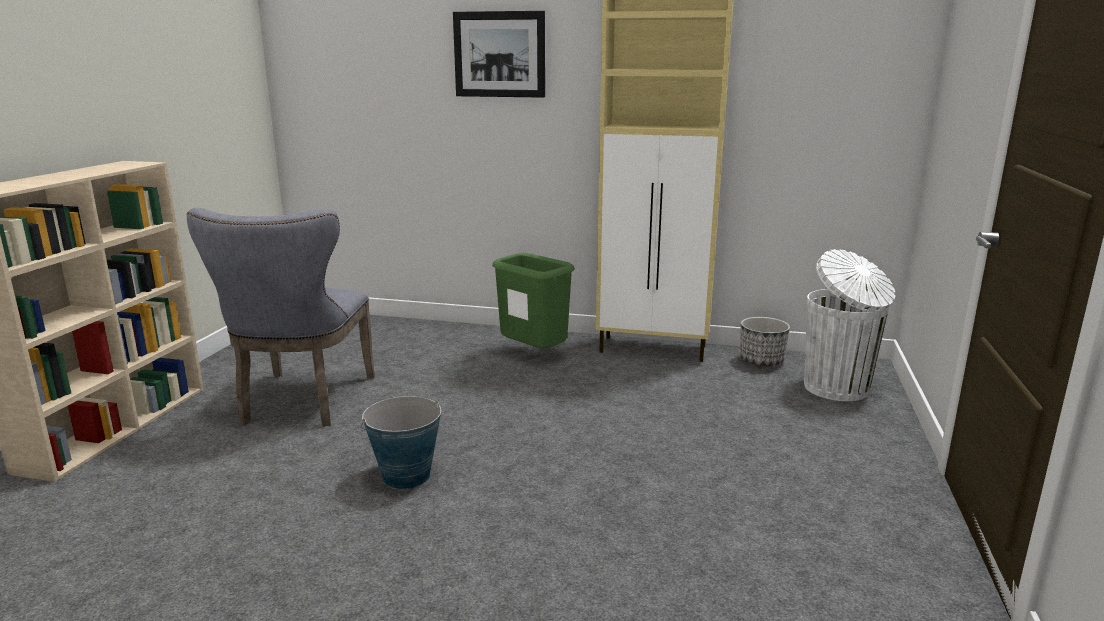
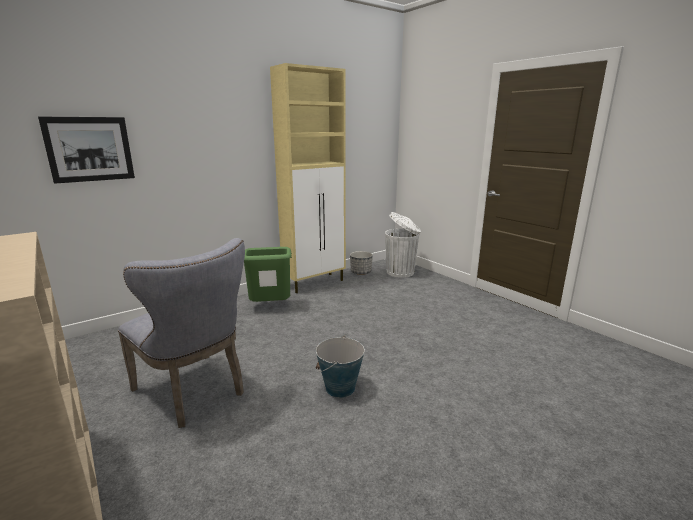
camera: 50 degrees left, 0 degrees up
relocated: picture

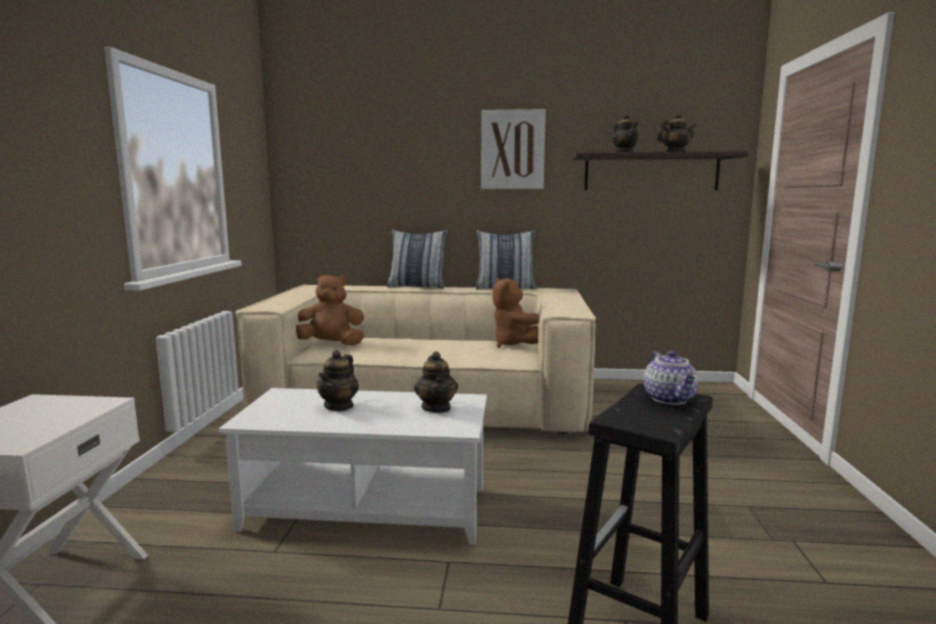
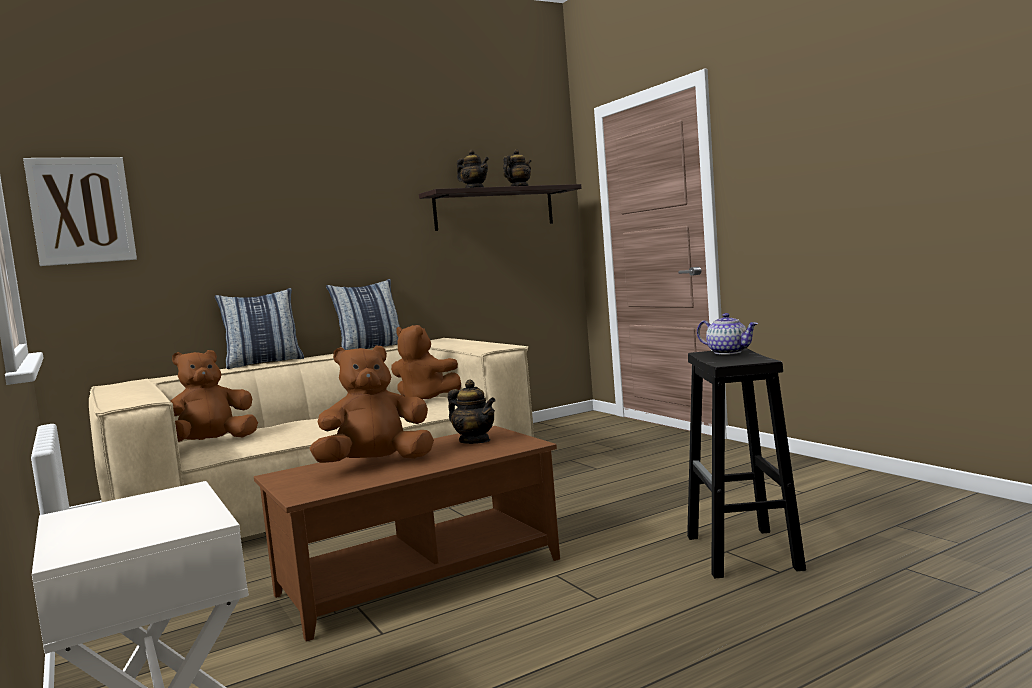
camera: 35 degrees left, 5 degrees down
relocated: picture
exchanged: teapot (no. 1 from left) to brown plush toy (no. 2 from left)
colour: white coffee table to brown coffee table

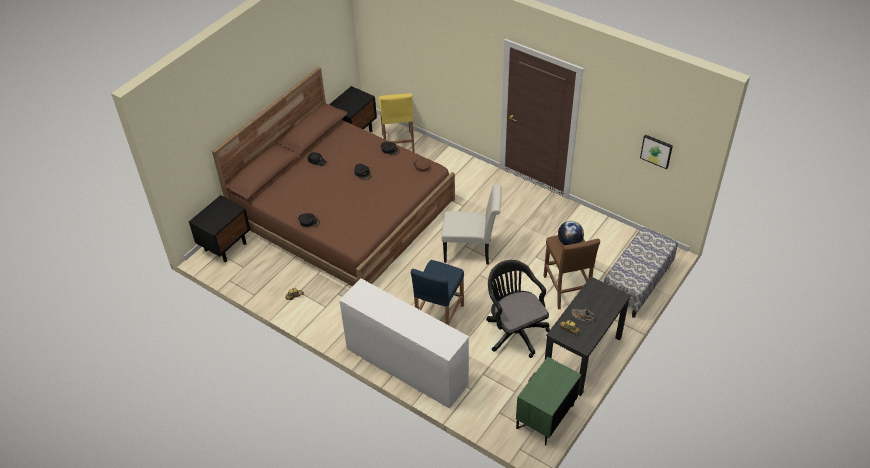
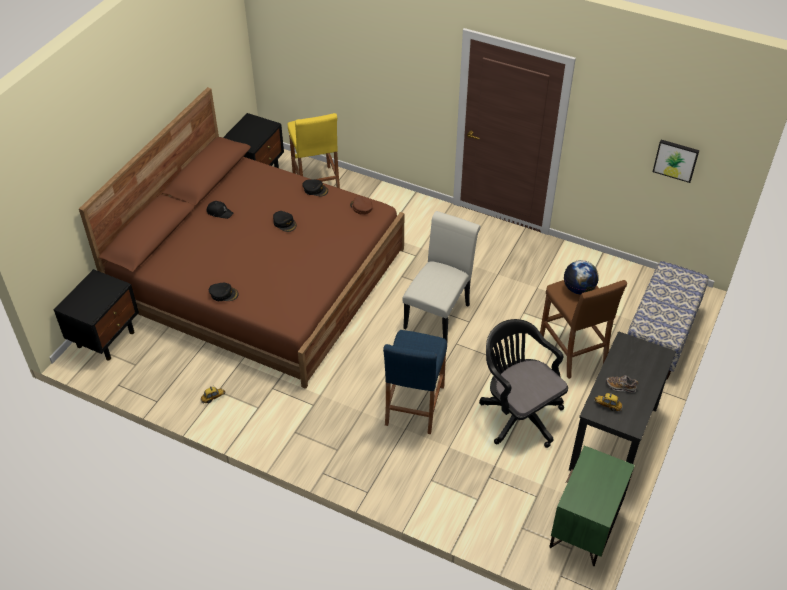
camera: 10 degrees left, 0 degrees up
missing: white dresser
spun: white chair 60 degrees counterclockwise

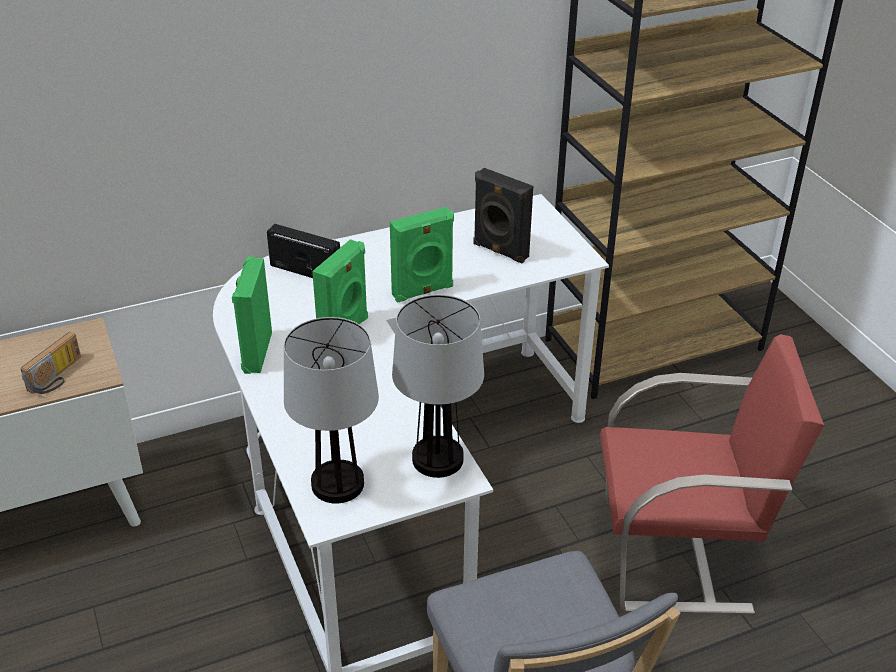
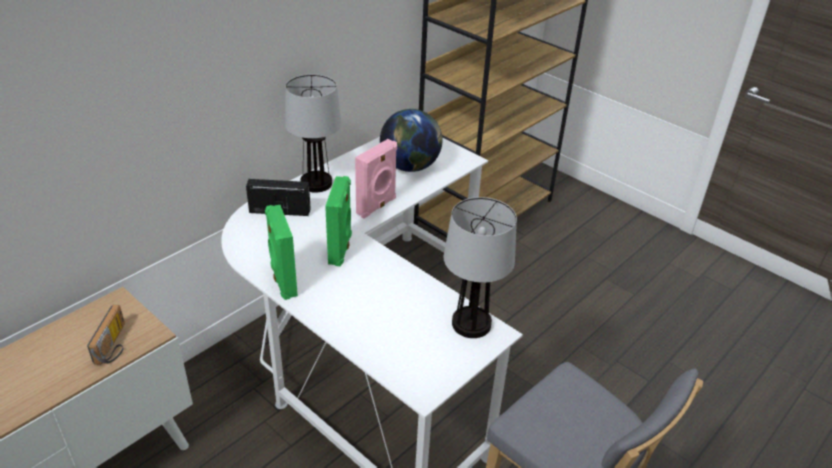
camera: 25 degrees left, 0 degrees up
missing: red chair
relocated: table lamp (no. 1 from left)
exchanged: black speaker to globe
colour: green speaker (no. 3 from left) to pink speaker

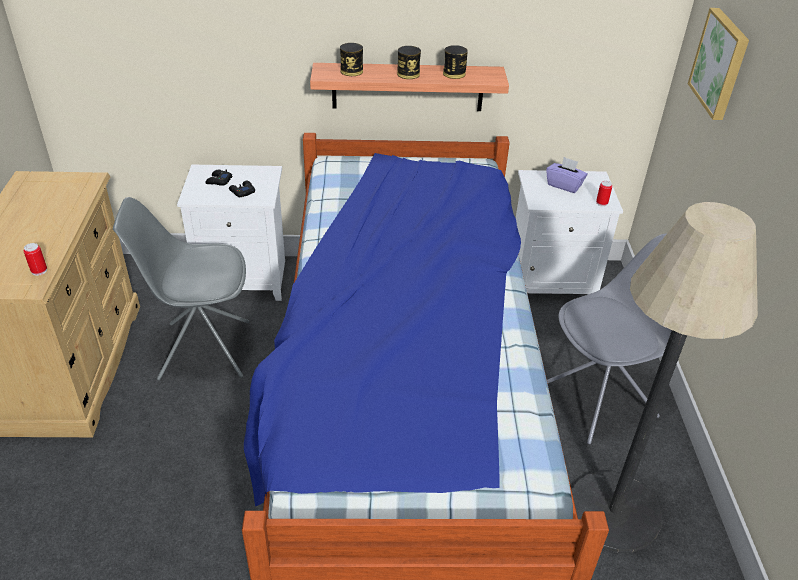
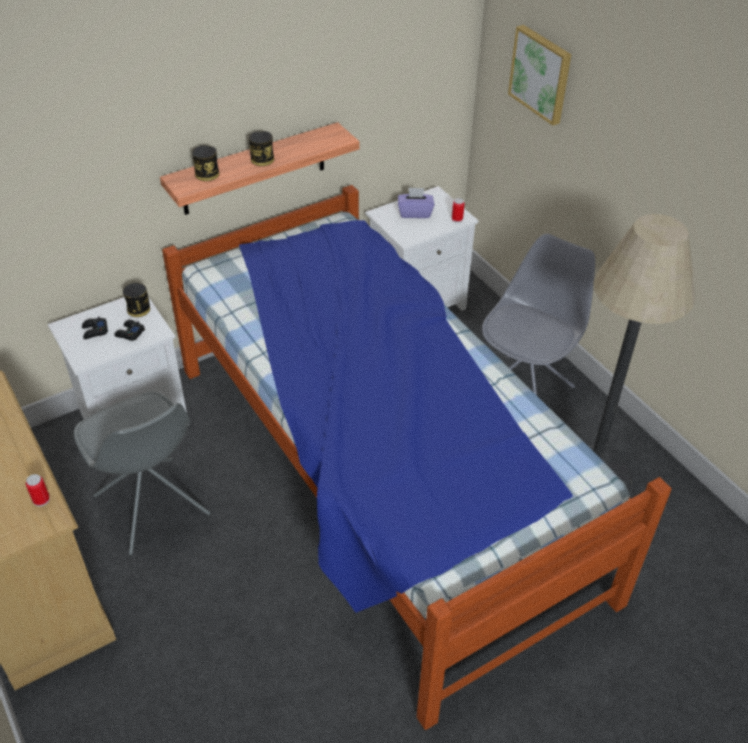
camera: 30 degrees left, 5 degrees up
relocated: can (no. 4 from left in the first image) to can (no. 2 from left)
spun: grey chair (no. 1 from left) 90 degrees counterclockwise

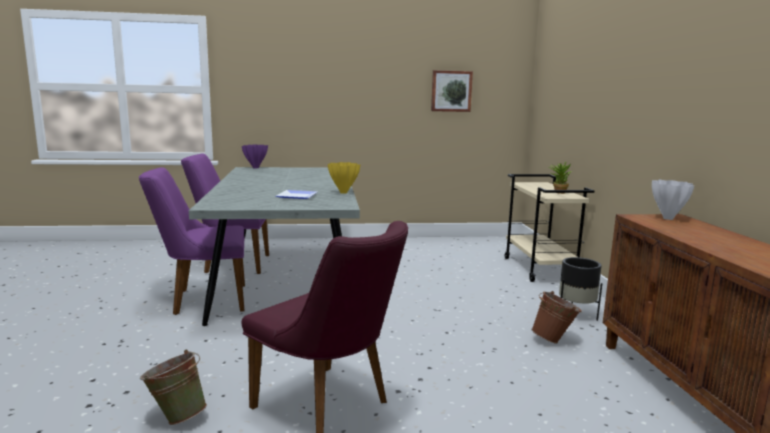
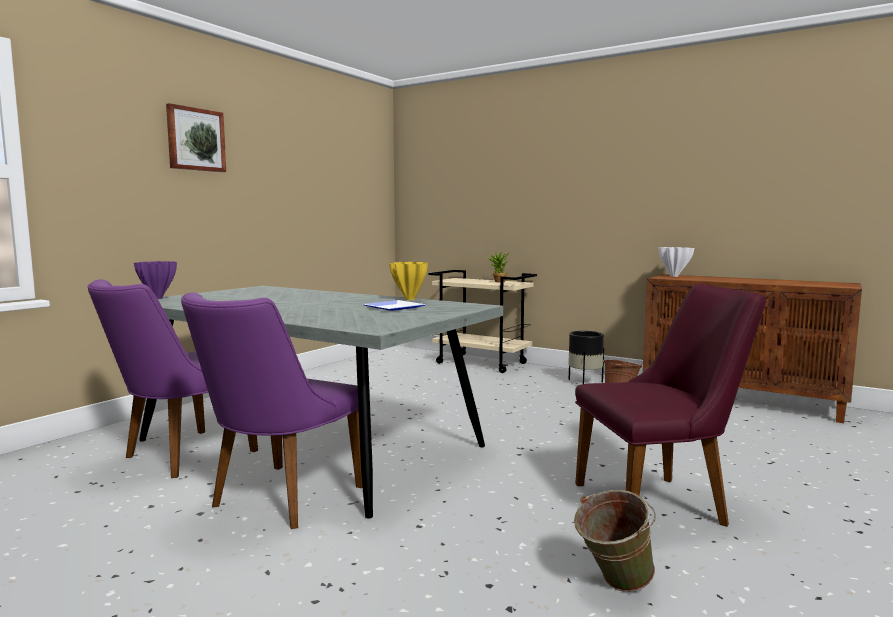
camera: 50 degrees left, 5 degrees down
relocated: picture

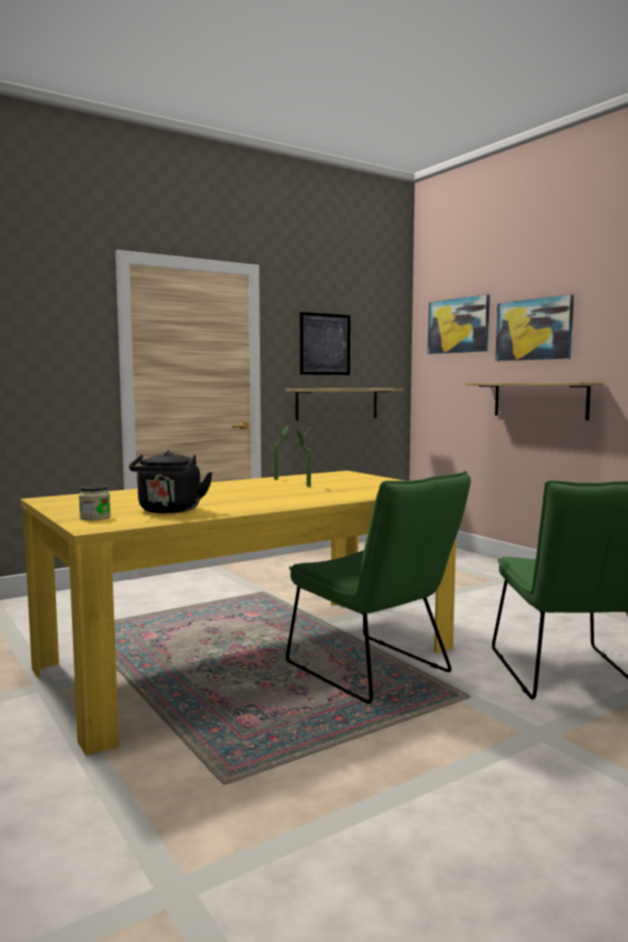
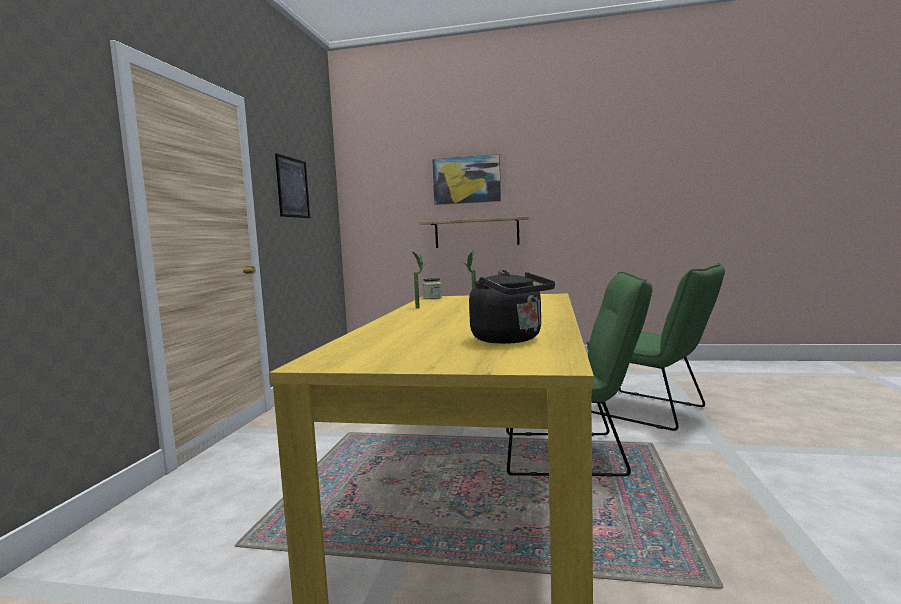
camera: 45 degrees left, 0 degrees up
missing: shelf (no. 1 from left); picture (no. 2 from left)
relocated: jar

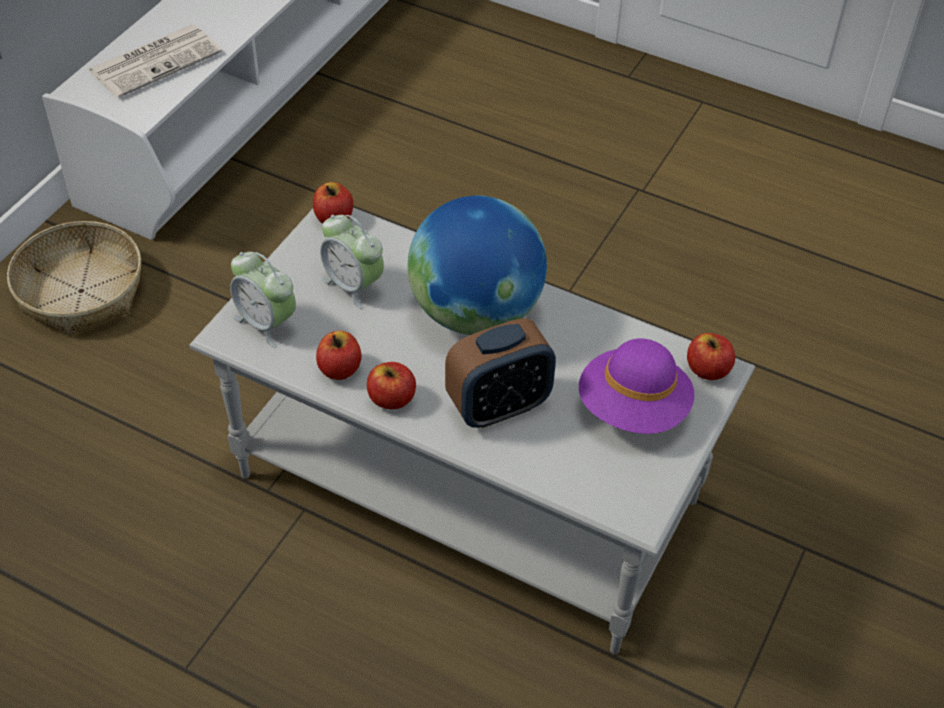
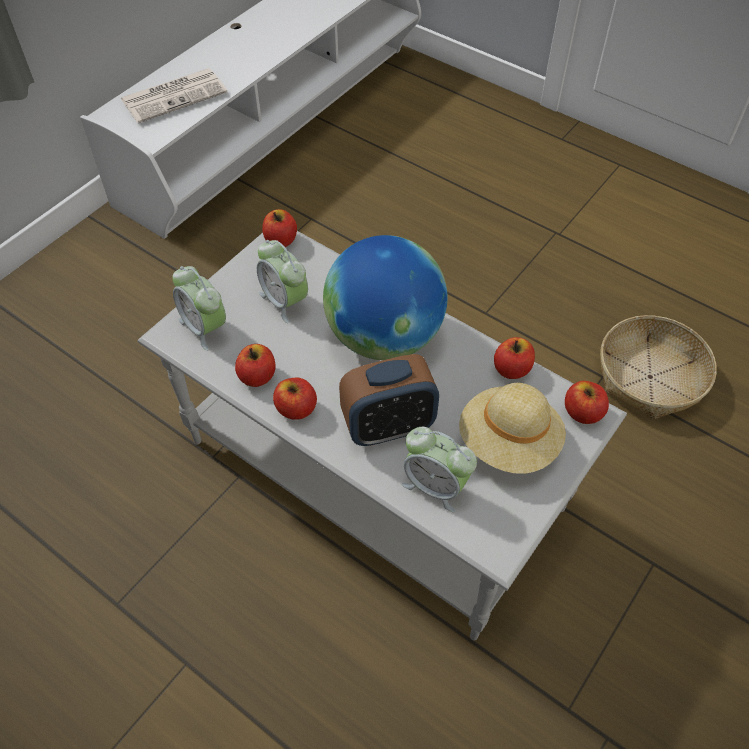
camera: 10 degrees right, 5 degrees up
appeared: alarm clock (no. 4 from left); apple (no. 4 from left)
relocated: basket
colour: purple hat to beige hat

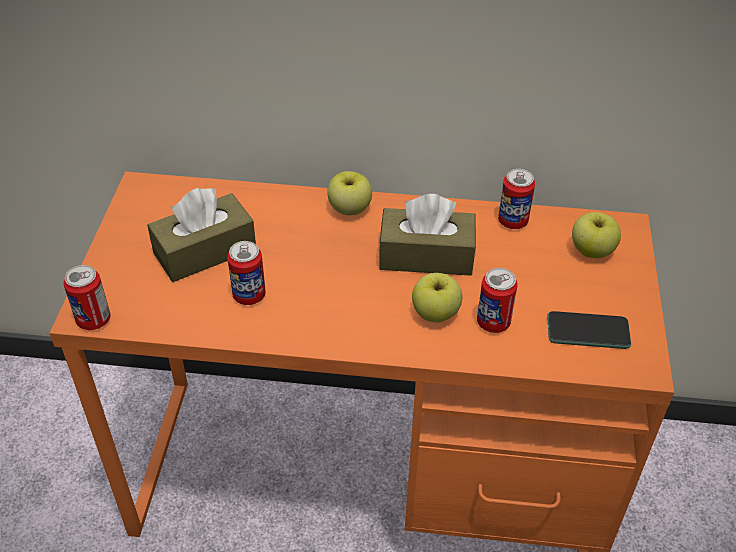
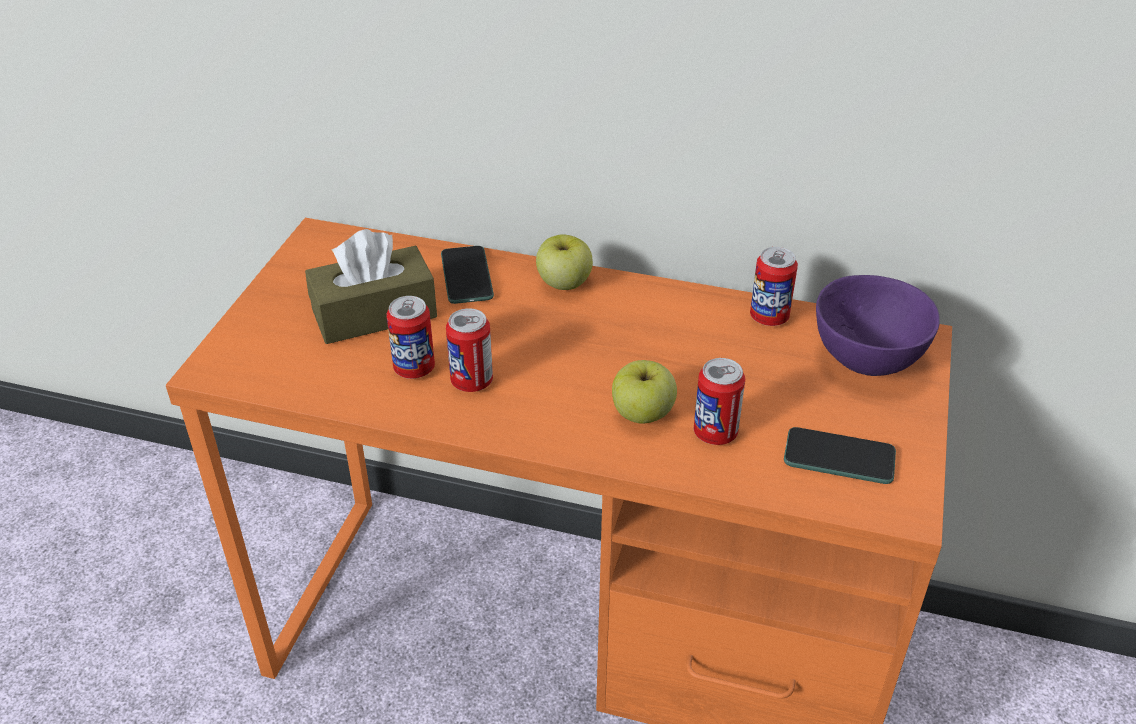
camera: 10 degrees right, 5 degrees down
missing: brown tissue box (no. 2 from left)
appeared: phone (no. 1 from left)
relocated: can (no. 1 from left in the first image) to can (no. 2 from left)
exchanged: apple (no. 3 from left) to purple bowl

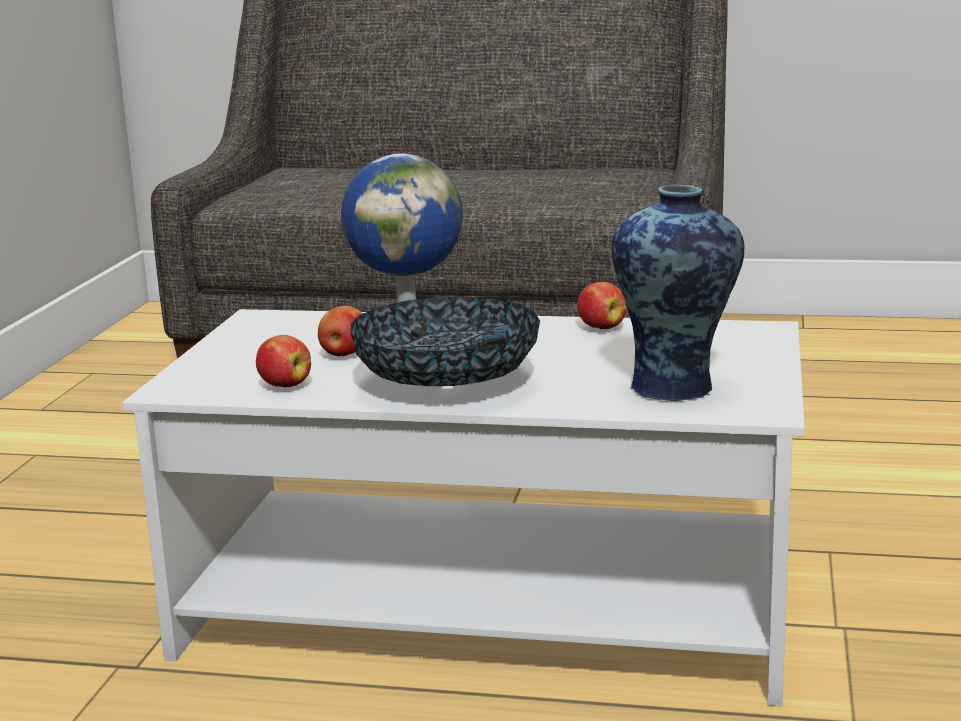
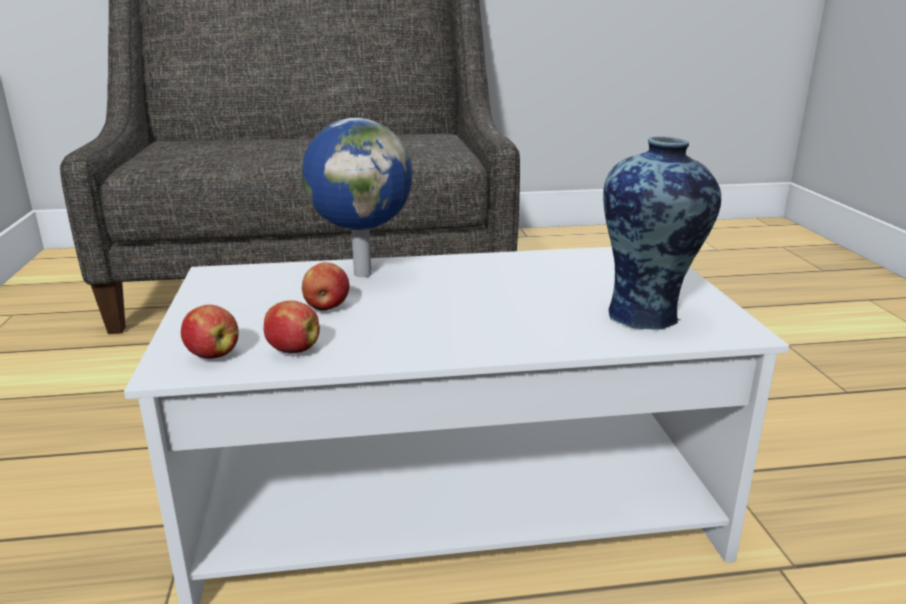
camera: 20 degrees left, 5 degrees up
missing: bowl
relocated: apple (no. 3 from left in the first image) to apple (no. 1 from left)

